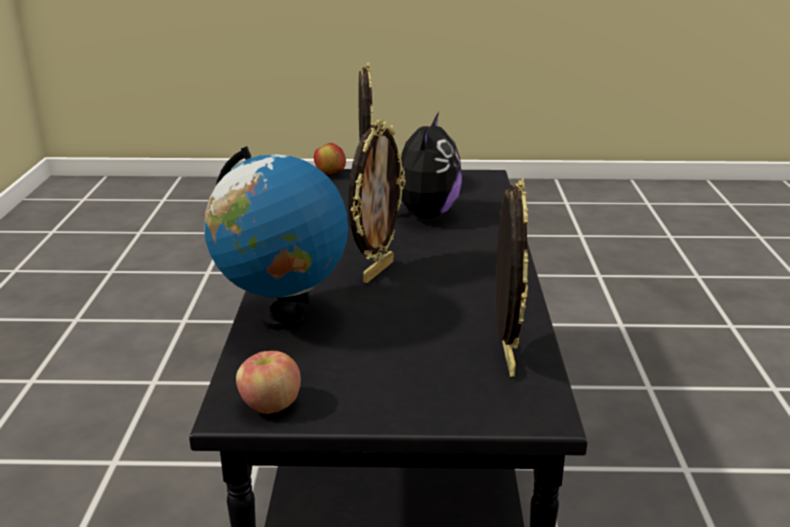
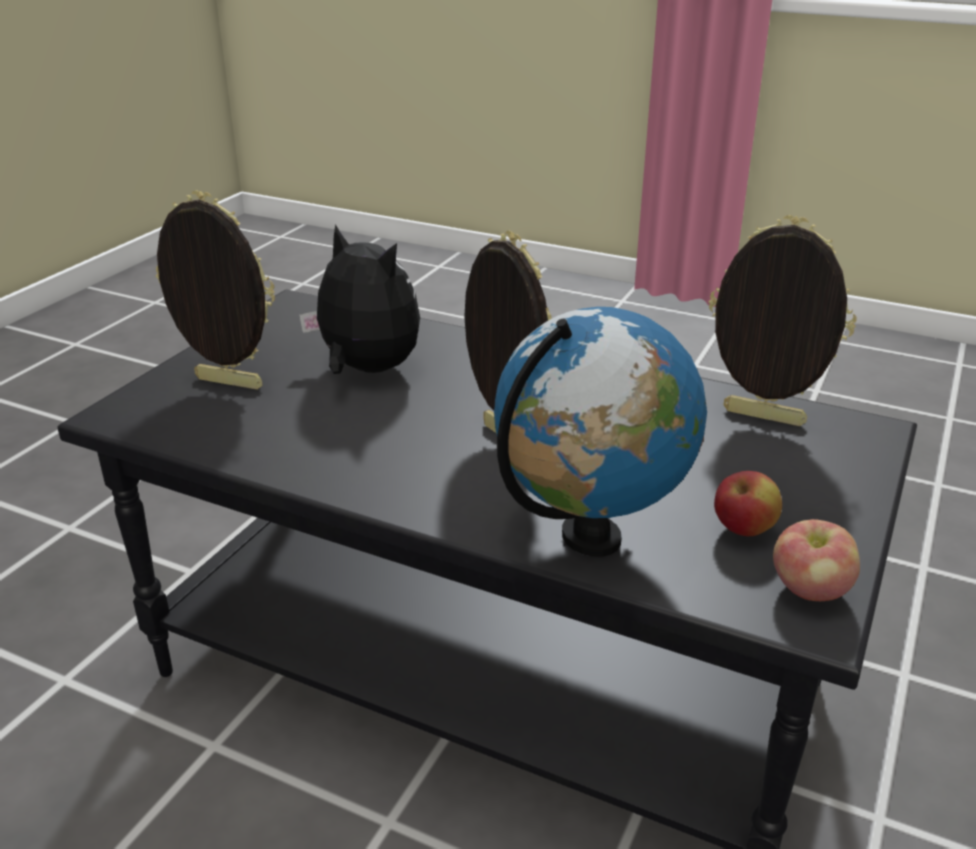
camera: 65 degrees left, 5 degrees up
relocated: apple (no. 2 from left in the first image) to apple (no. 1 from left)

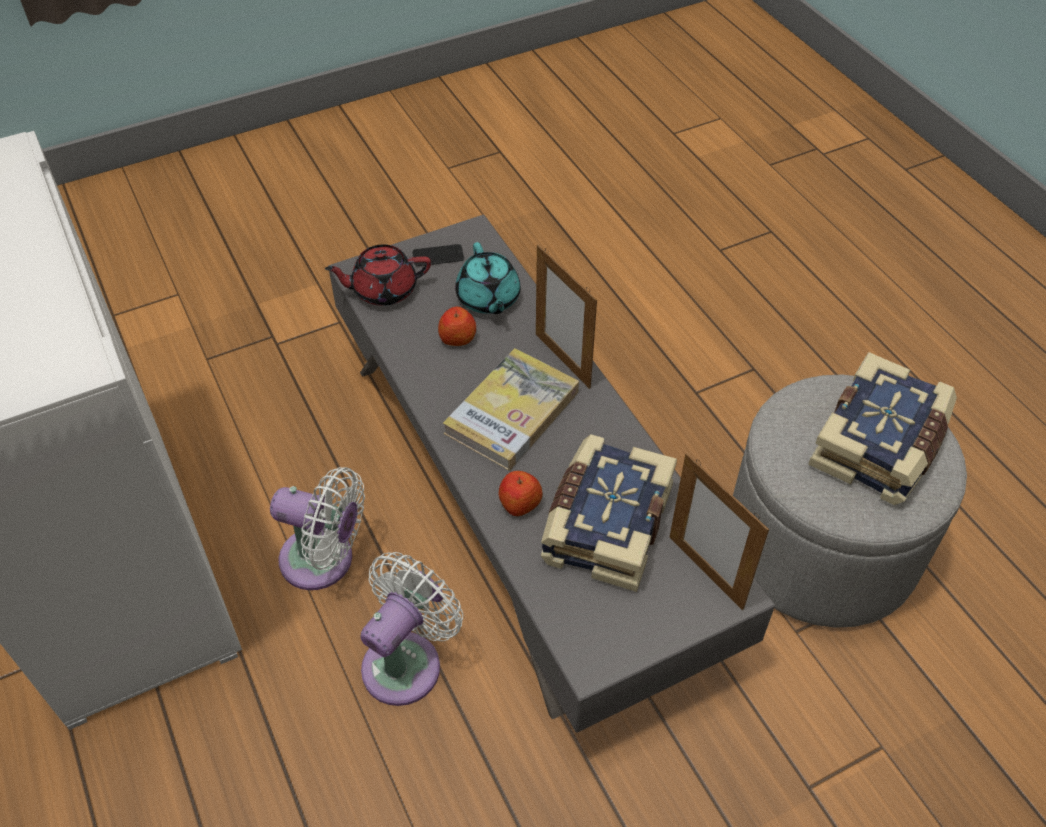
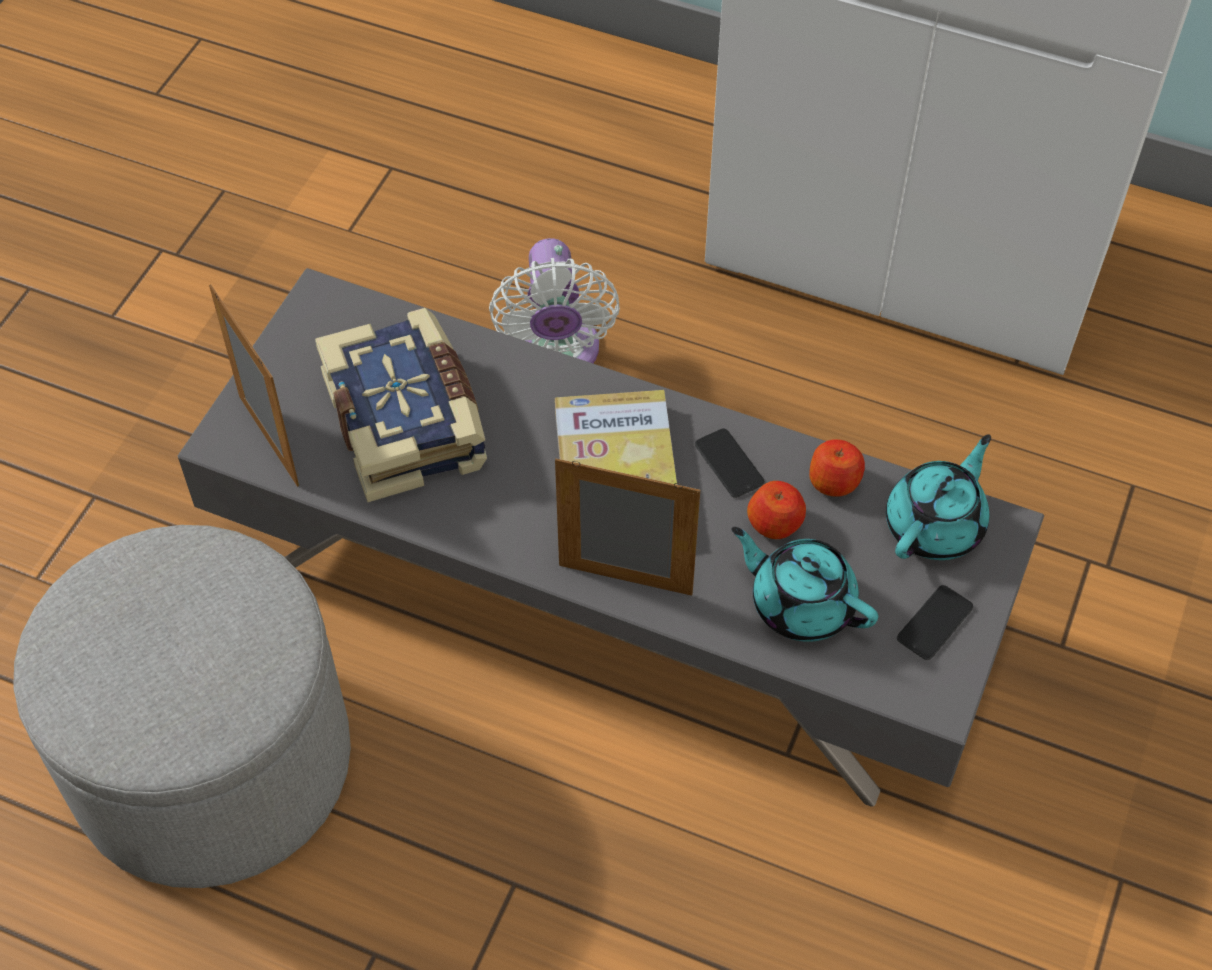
camera: 140 degrees right, 5 degrees up
missing: white fan (no. 1 from left); book (no. 3 from left)
appeared: phone (no. 1 from left)
relocated: apple (no. 2 from left)
colour: red teapot to turquoise teapot (no. 2 from left)
spun: picture frame (no. 2 from left in the first image) 45 degrees clockwise

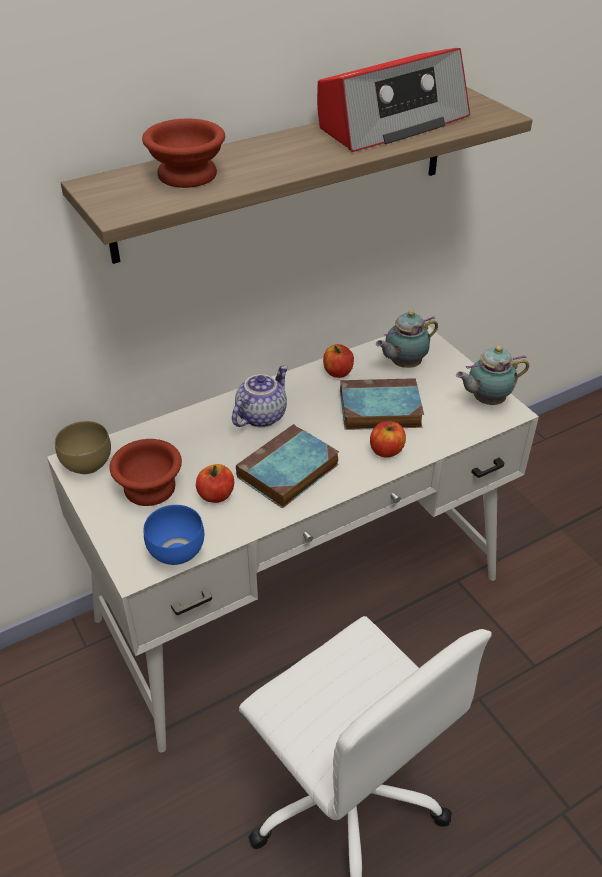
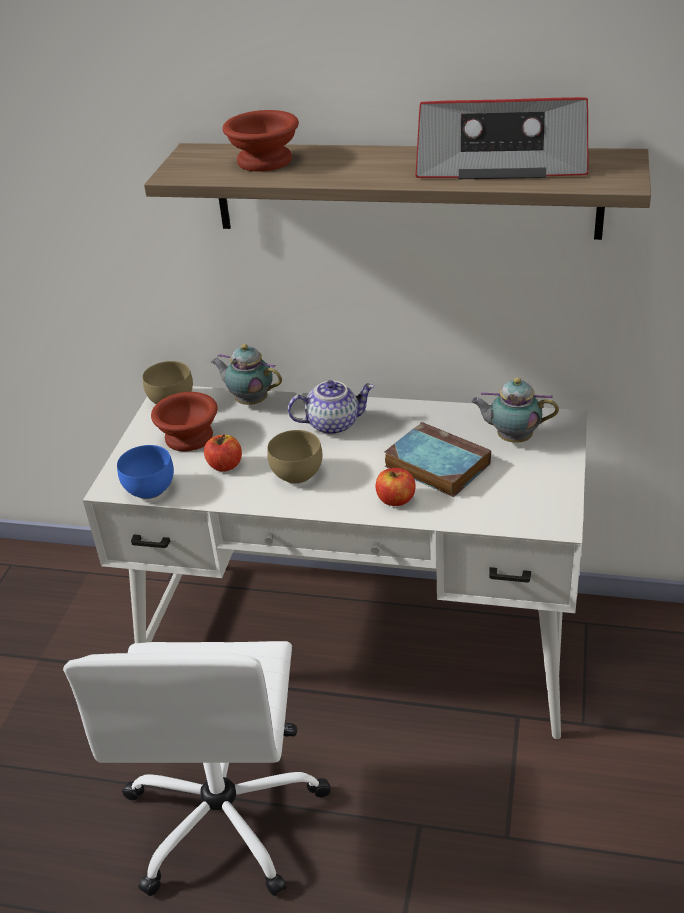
camera: 45 degrees right, 5 degrees down
missing: apple (no. 2 from left)
relocated: teapot (no. 3 from left in the first image) to teapot (no. 1 from left)
exchanged: book (no. 1 from left) to brown bowl (no. 4 from left)

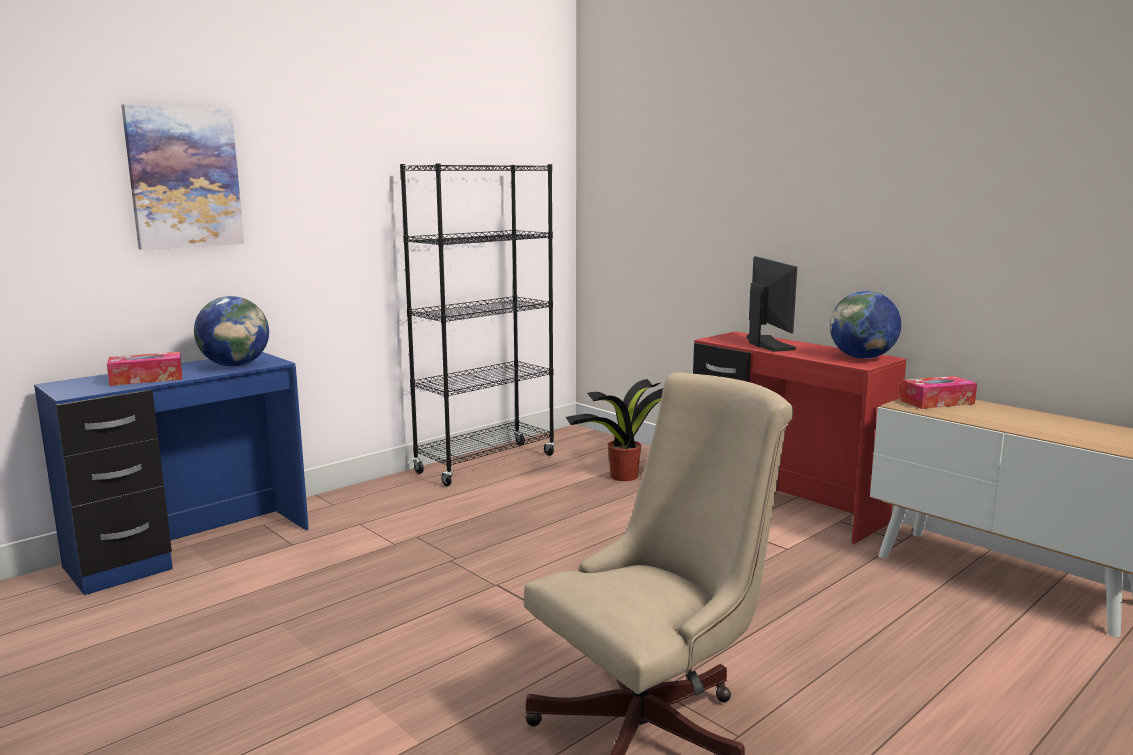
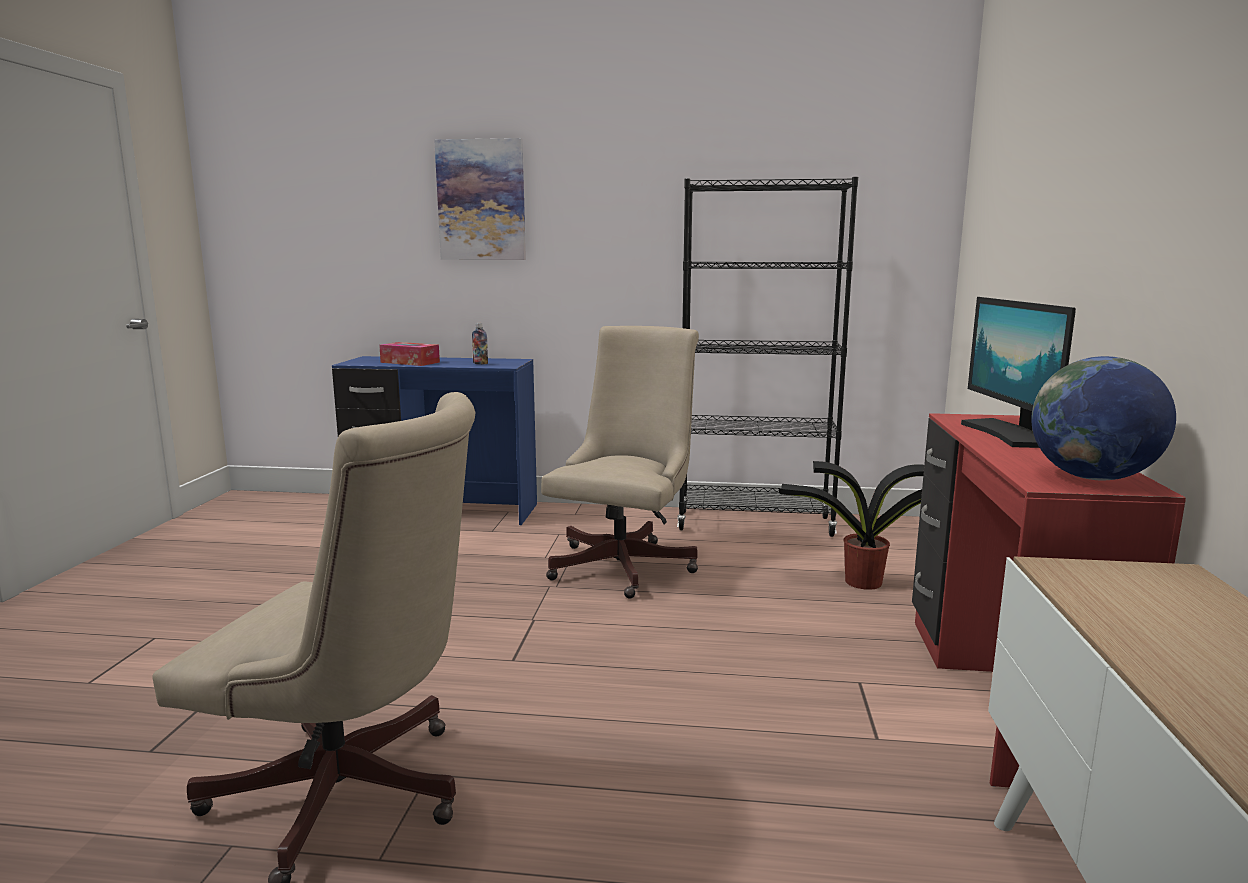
camera: 50 degrees right, 0 degrees up
missing: tissue box (no. 2 from left)
appeared: beige office chair (no. 2 from left)
exchanged: globe (no. 1 from left) to bottle
spun: monitor 135 degrees clockwise

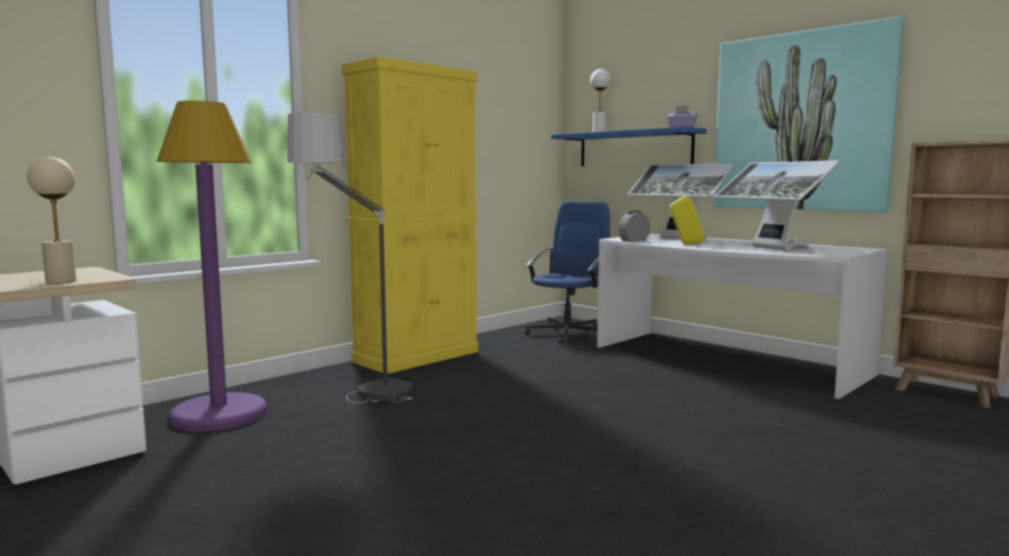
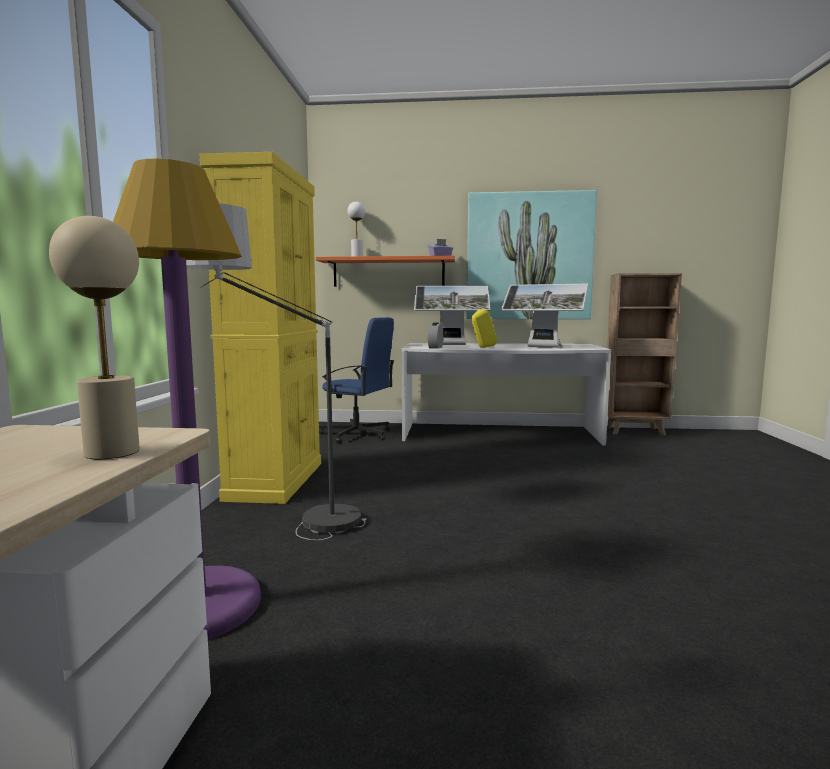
camera: 40 degrees left, 0 degrees up
colour: blue shelf to orange shelf
spun: blue office chair 120 degrees clockwise

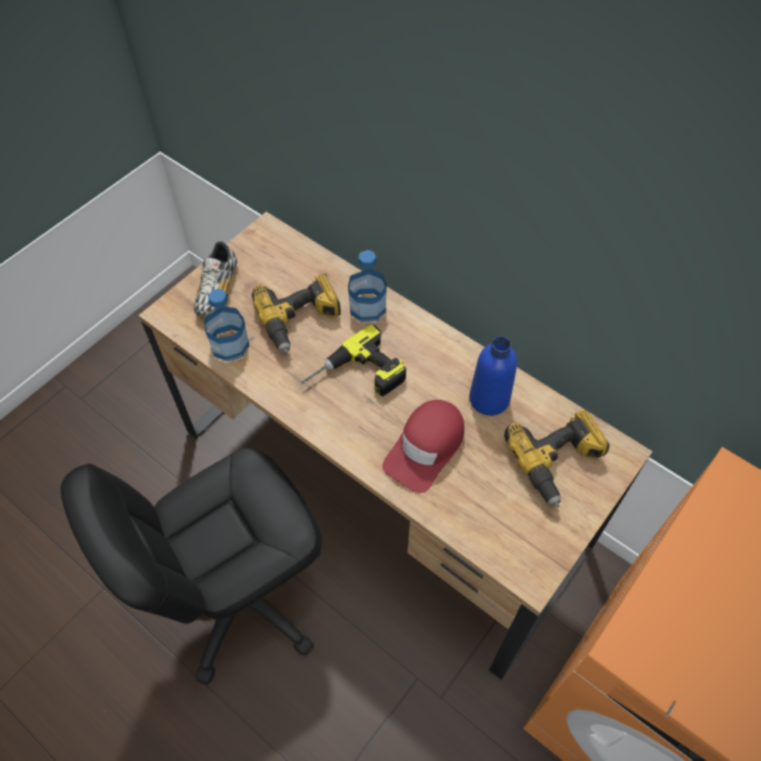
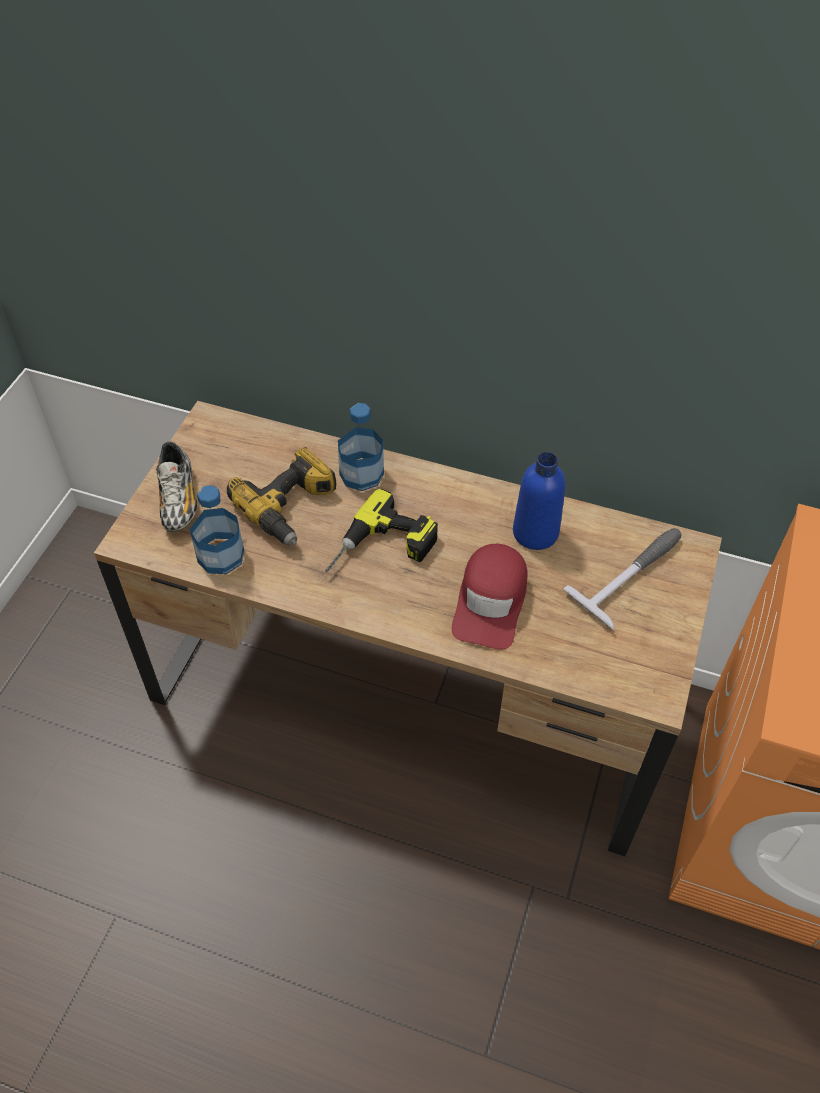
camera: 20 degrees left, 5 degrees down
missing: black office chair
exchanged: power drill (no. 3 from left) to hammer

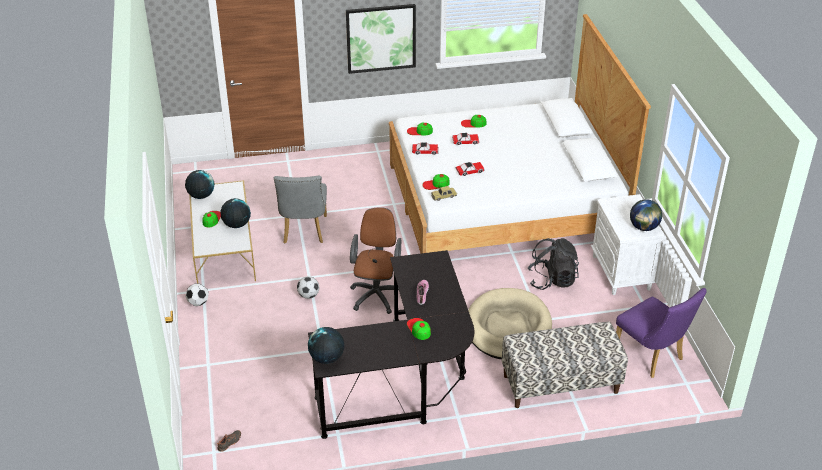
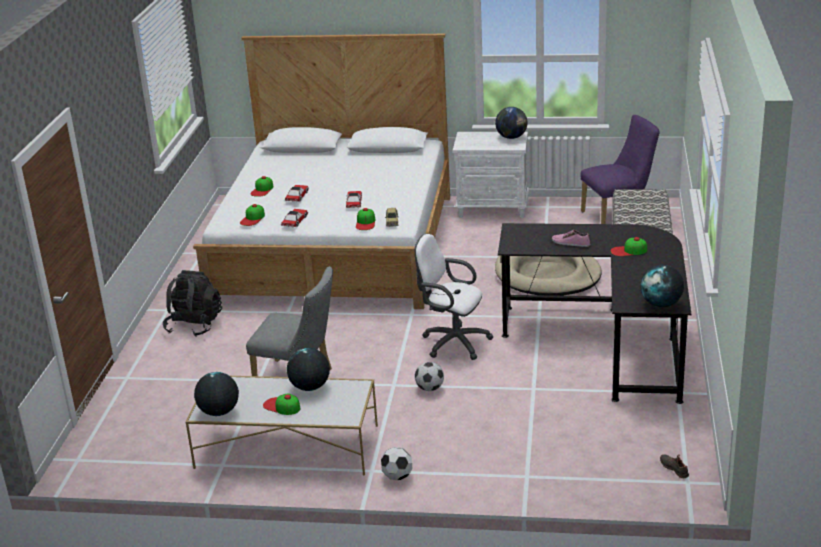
camera: 70 degrees left, 10 degrees down
missing: picture
relocated: black backpack
colour: brown office chair to white office chair

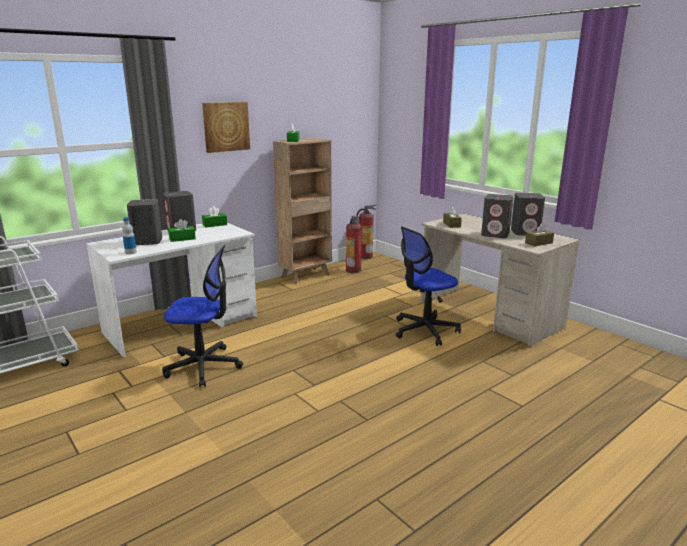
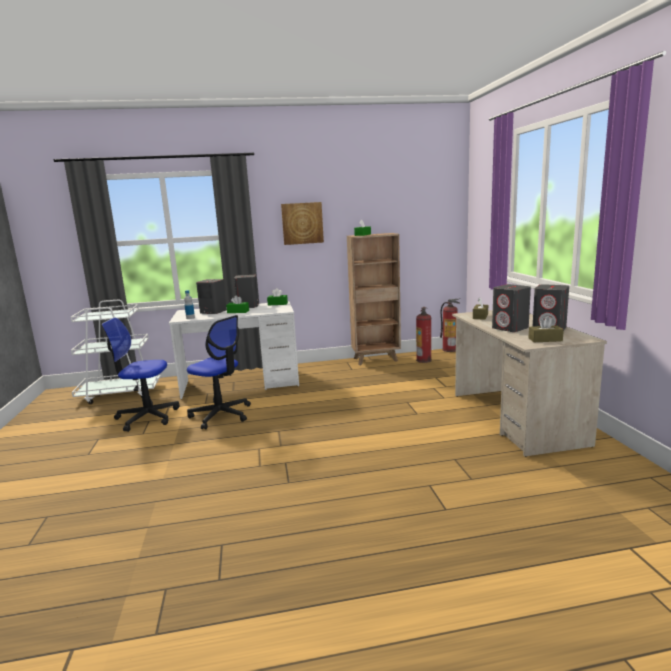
camera: 30 degrees right, 5 degrees down
relocated: office chair (no. 2 from left in the first image) to office chair (no. 1 from left)

